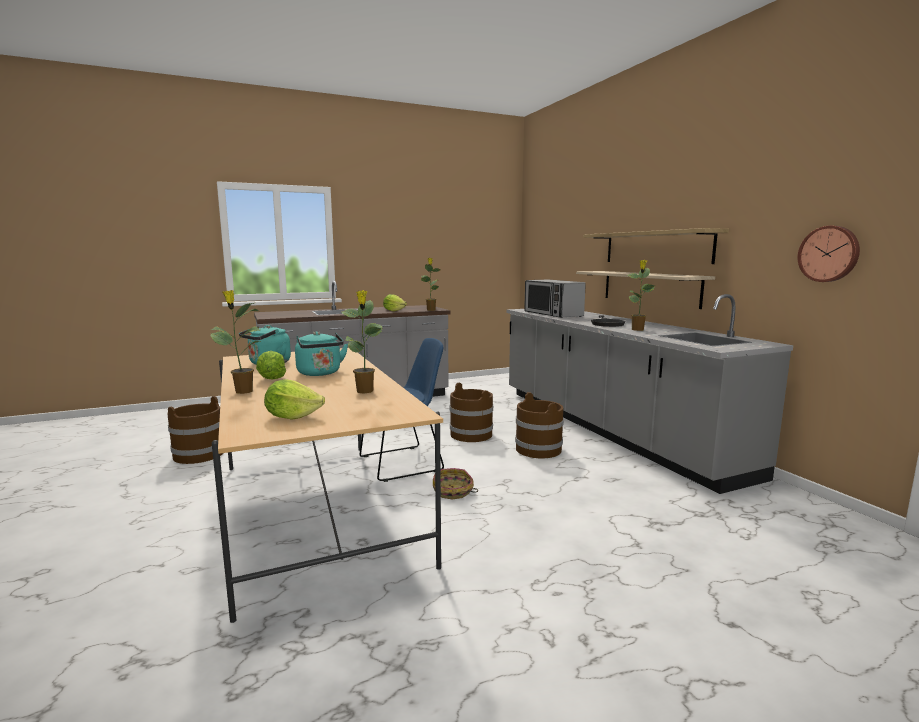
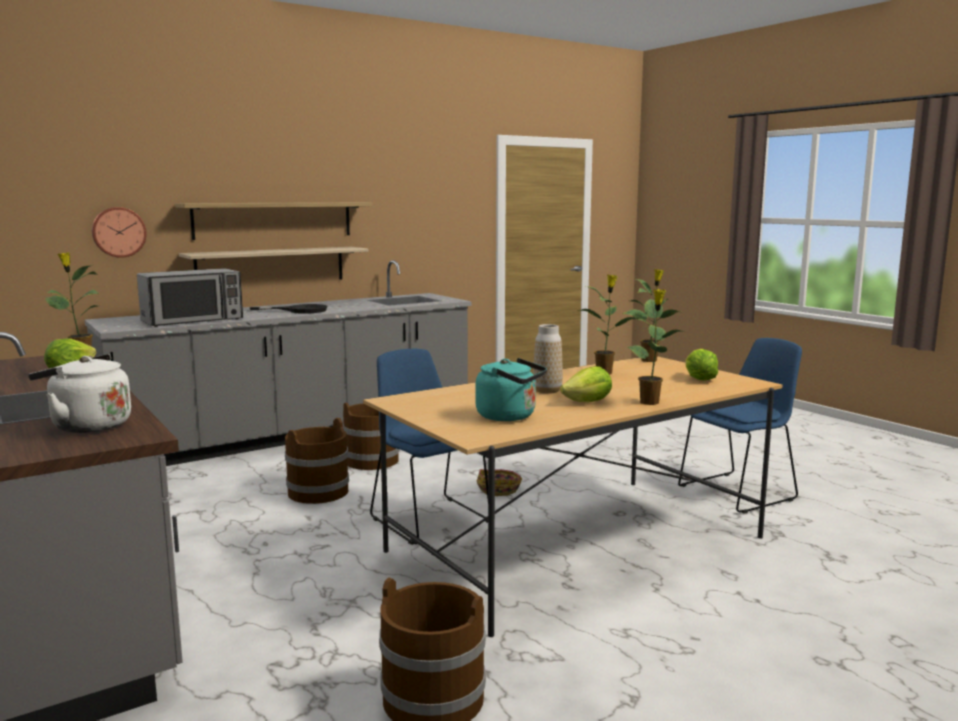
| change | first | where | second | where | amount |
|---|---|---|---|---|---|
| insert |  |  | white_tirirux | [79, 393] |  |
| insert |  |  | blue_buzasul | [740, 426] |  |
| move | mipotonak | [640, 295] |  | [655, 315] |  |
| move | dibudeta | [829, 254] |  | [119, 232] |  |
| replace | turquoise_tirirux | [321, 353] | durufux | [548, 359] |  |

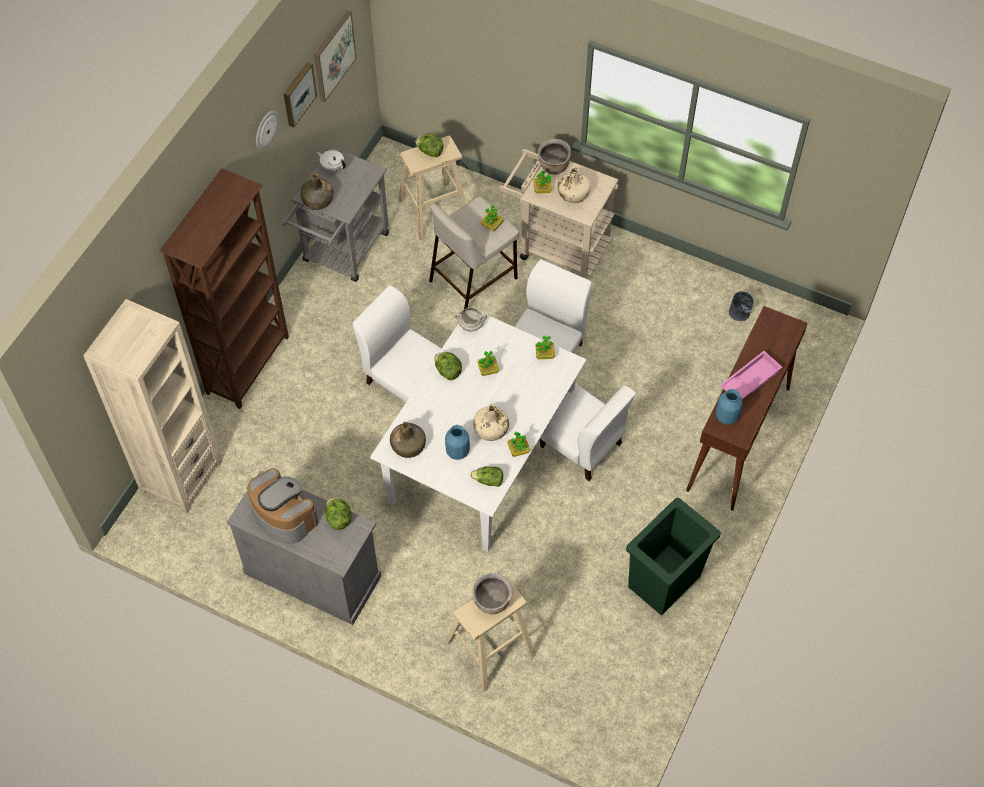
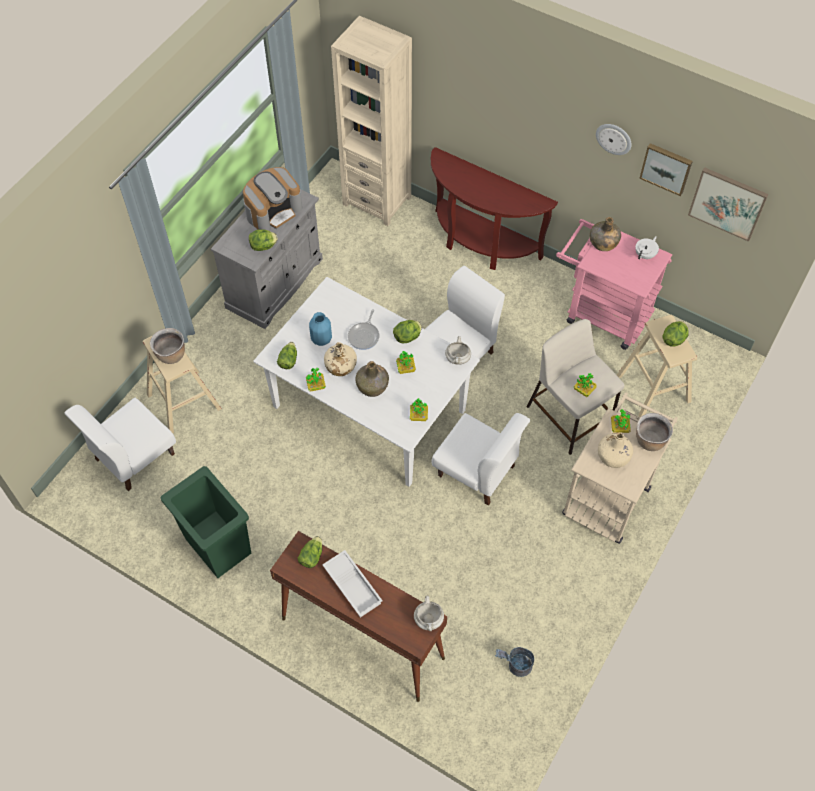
| change | first | where | second | where | amount |
|---|---|---|---|---|---|
| insert |  |  | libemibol | [364, 330] |  |
| insert |  |  | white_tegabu | [429, 613] |  |
| move | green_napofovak | [408, 440] |  | [372, 379] |  |
| move | white_buzasul | [588, 432] |  | [120, 444] |  |
| replace | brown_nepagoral | [224, 288] | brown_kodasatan | [494, 208] |  |
| replace | blue_durufux | [729, 406] | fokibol | [310, 552] |  |
| recolor | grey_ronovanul | [335, 214] | pink_ronovanul | [614, 284] |  |
| recolor | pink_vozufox | [751, 375] | white_vozufox | [352, 584] |  |

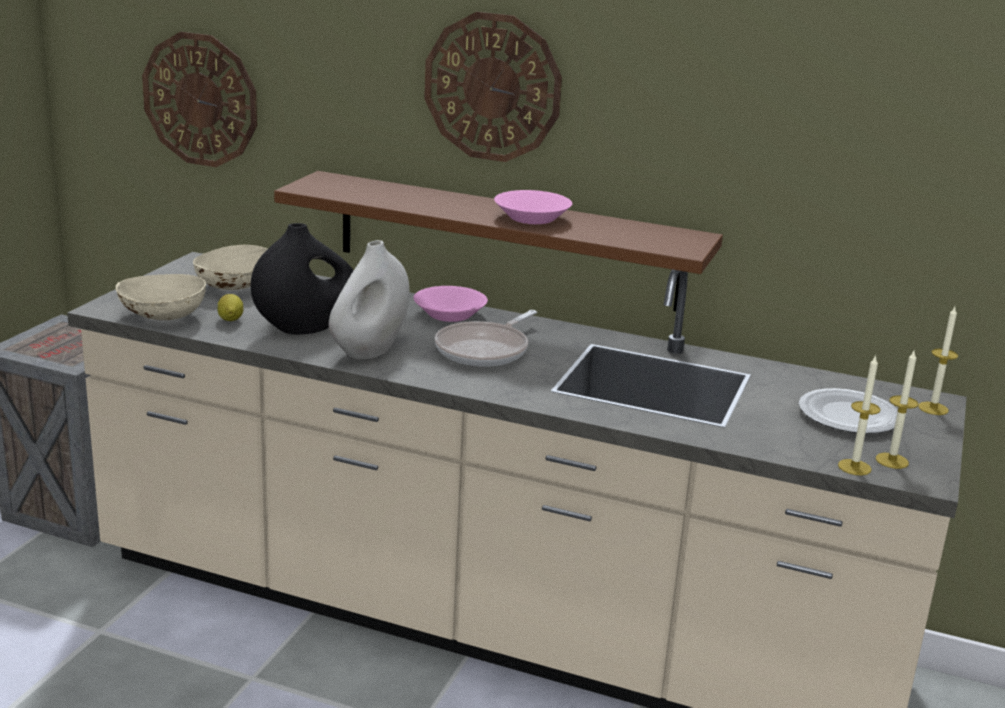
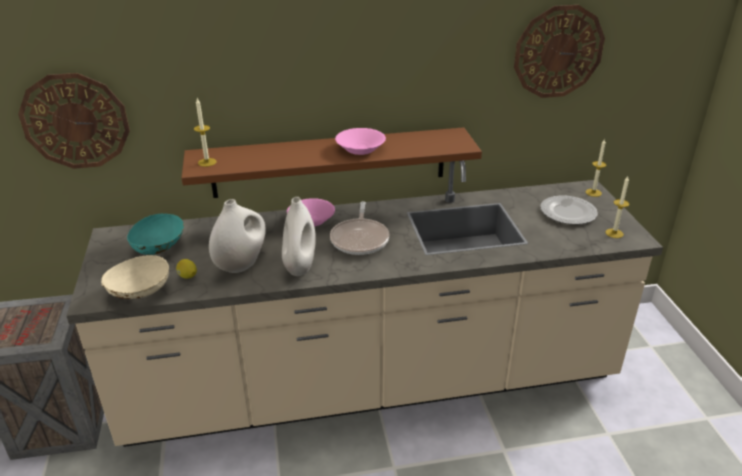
| change | first | where | second | where | amount |
|---|---|---|---|---|---|
| move | dibudeta | [493, 87] |  | [559, 51] |  |
| move | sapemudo | [859, 415] |  | [205, 132] |  |
| recolor | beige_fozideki | [230, 267] | turquoise_fozideki | [155, 234] |  |
| recolor | black_durufux | [302, 278] | white_durufux | [237, 236] |  |

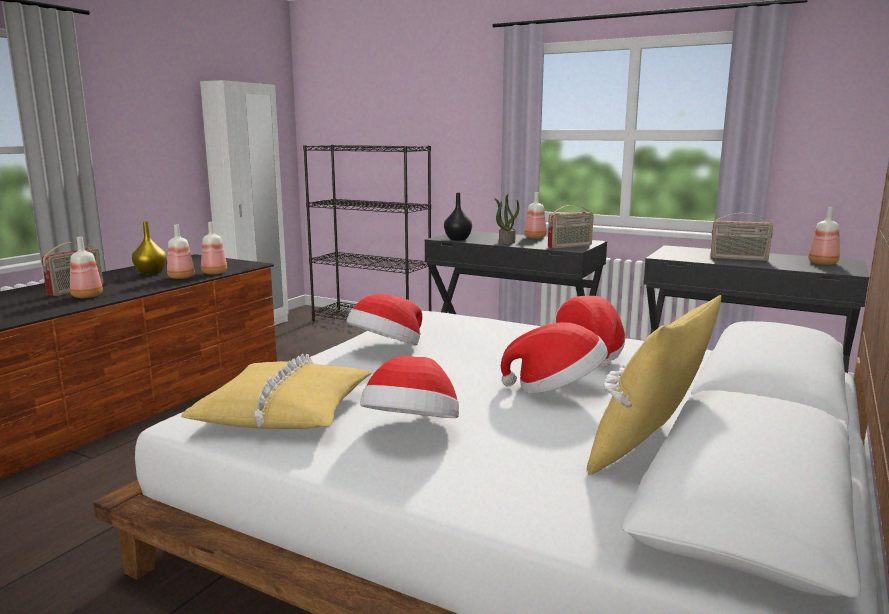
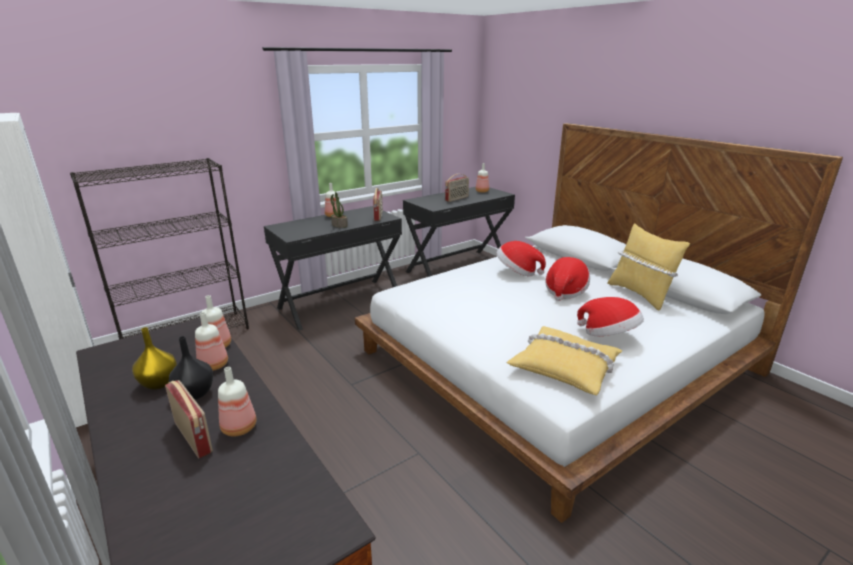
| change | first | where | second | where | amount |
|---|---|---|---|---|---|
| delete | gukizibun | [384, 319] |  |  |  |
| move | black_durufux | [458, 217] |  | [191, 368] |  |

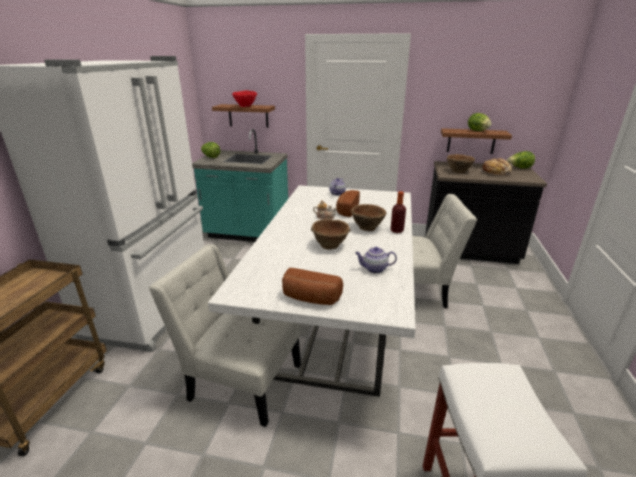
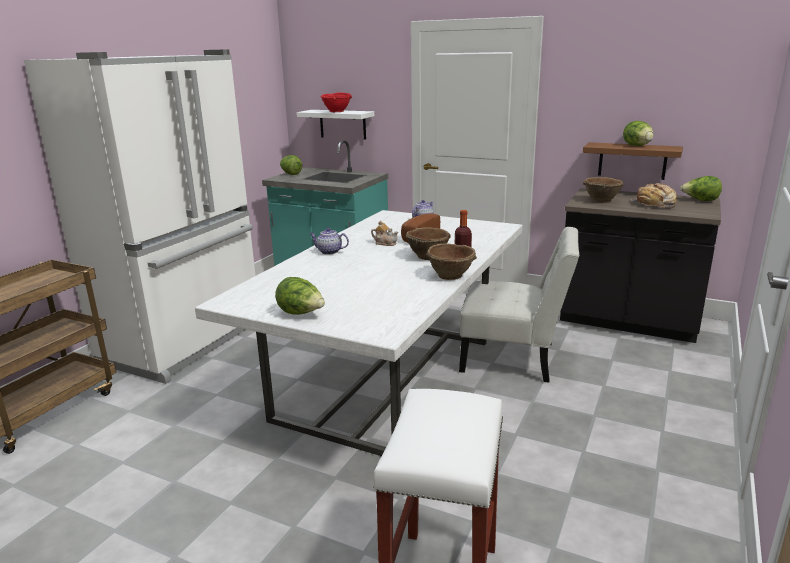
| change | first | where | second | where | amount |
|---|---|---|---|---|---|
| delete | white_buzasul | [225, 335] |  |  |  |
| move | brown_fozideki | [331, 234] |  | [451, 261] |  |
| move | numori | [376, 260] |  | [329, 241] |  |
| replace | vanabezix | [312, 286] | fokibol | [300, 296] |  |
| recolor | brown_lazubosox | [243, 116] | white_lazubosox | [335, 125] |  |

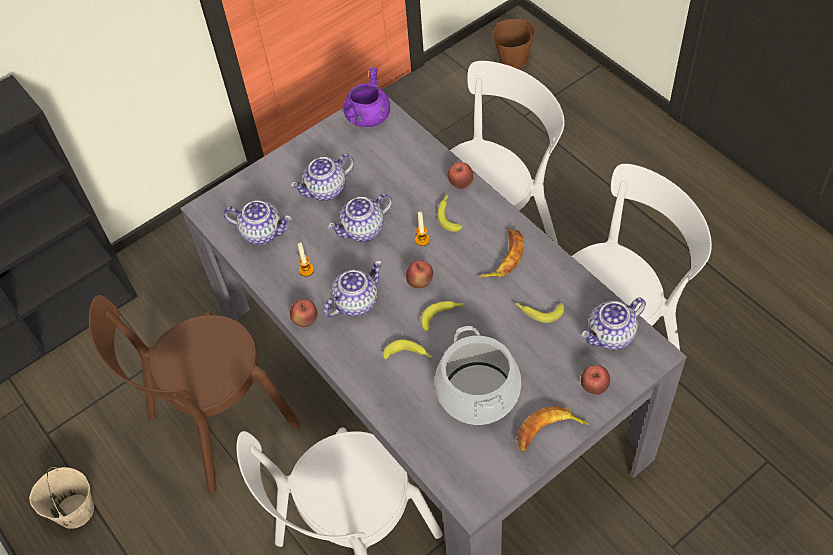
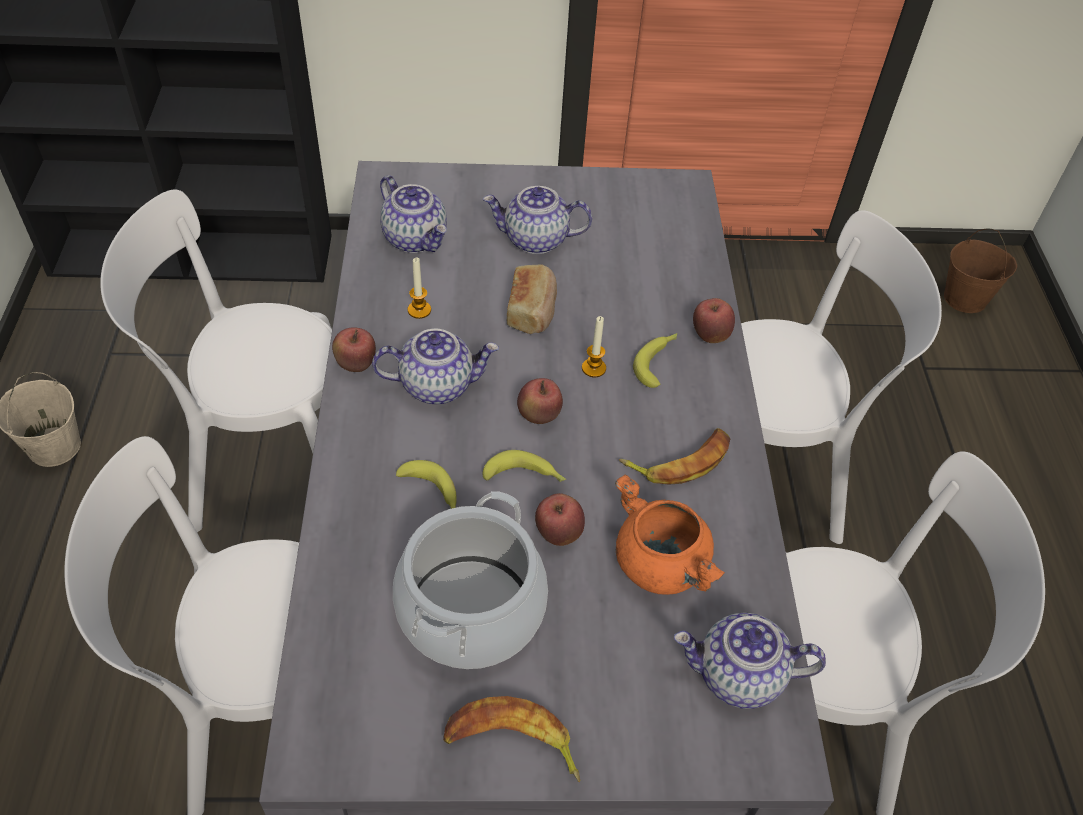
| change | first | where | second | where | amount |
|---|---|---|---|---|---|
| delete | purple_tegabu | [367, 97] |  |  |  |
| move | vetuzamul | [595, 380] |  | [560, 519] |  |
| replace | numori | [360, 217] | vanabezix | [532, 299] |  |
| replace | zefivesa | [540, 312] | orange_tegabu | [670, 534] |  |
| recolor | brown_buzasul | [194, 395] | white_buzasul | [216, 360] |  |

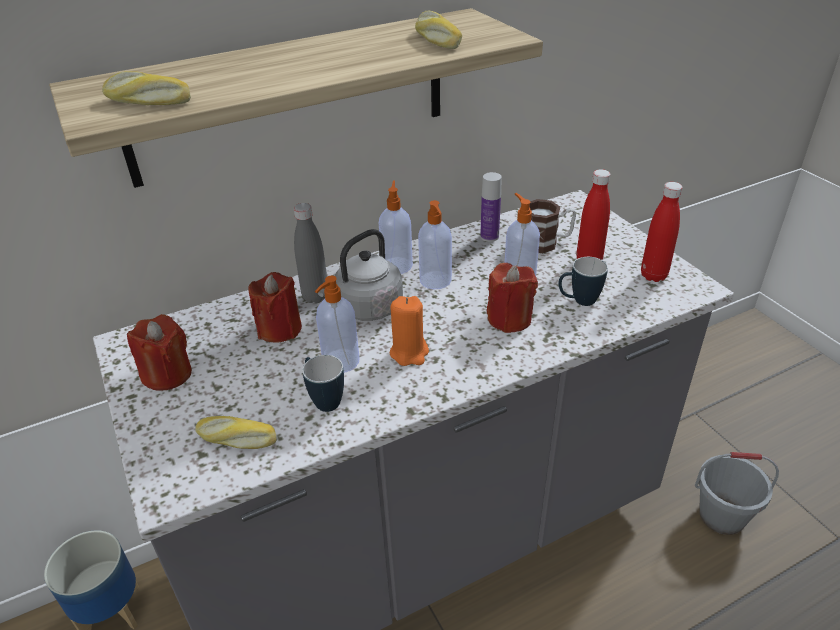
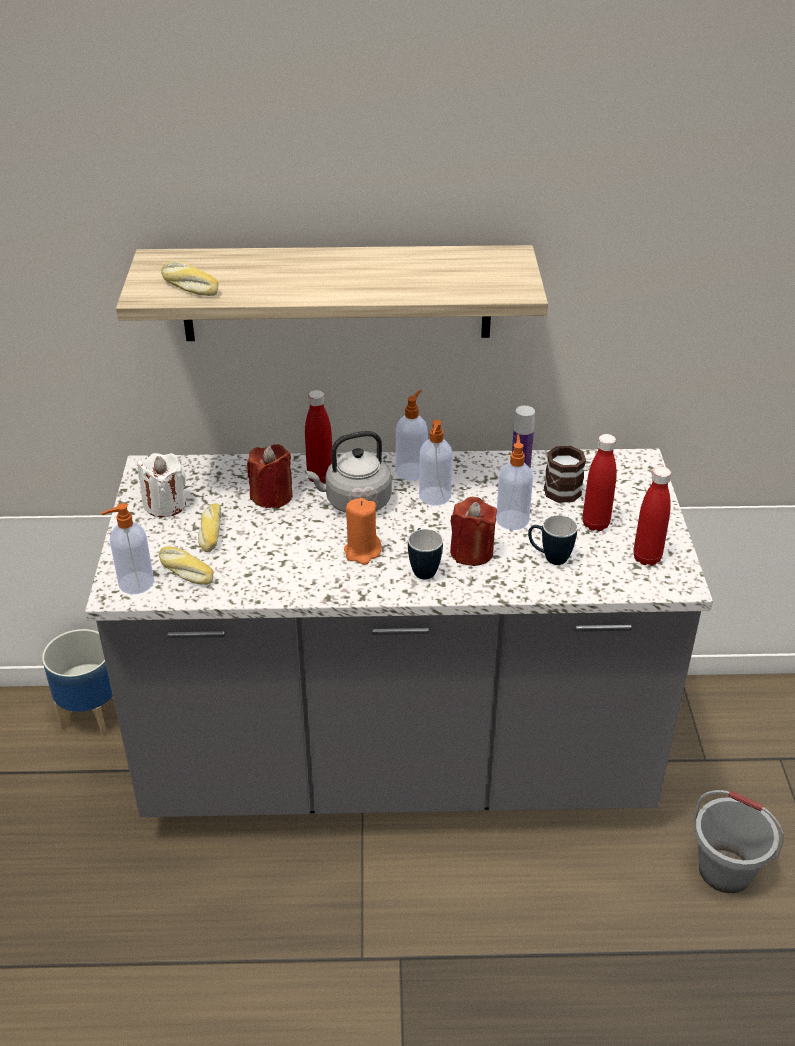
| change | first | where | second | where | amount |
|---|---|---|---|---|---|
| move | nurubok | [323, 383] |  | [425, 554] |  |
| move | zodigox | [337, 324] |  | [127, 548] |  |
| move | vanabezix | [438, 30] |  | [209, 527] |  |
| recolor | red_sapemudo | [159, 352] | white_sapemudo | [162, 485] |  |
| recolor | grey_napofovak | [310, 253] | red_napofovak | [318, 437] |  |

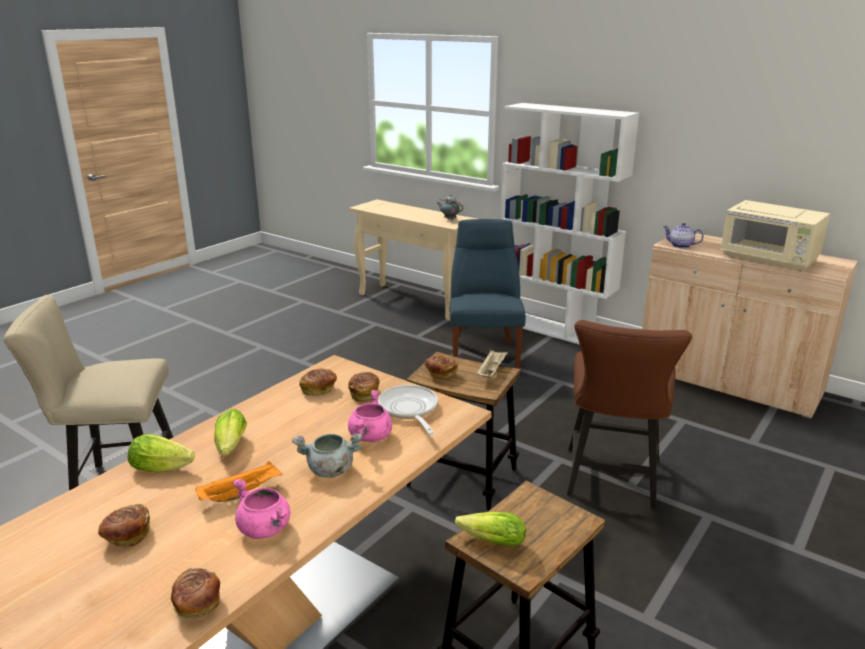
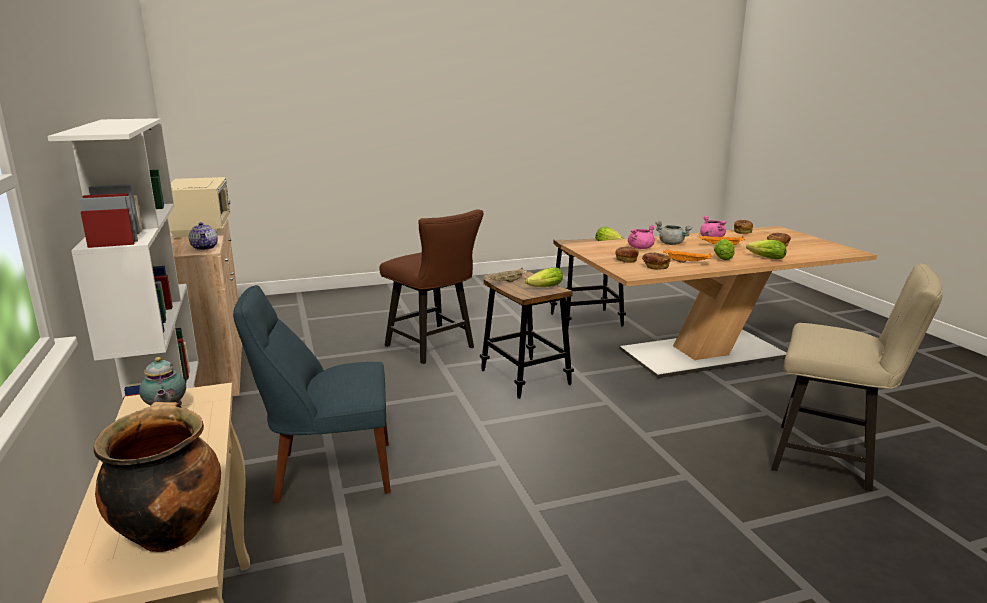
| change | first | where | second | where | amount |
|---|---|---|---|---|---|
| delete | libemibol | [408, 409] |  |  |  |
| insert |  |  | tegabu | [157, 477] |  |
| insert |  |  | orange_vozufox | [687, 256] |  |
| replace | vanabezix | [441, 367] | fokibol | [544, 277] |  |
| rotate | blue_buzasul | [488, 294] |  | [312, 394] | 45 degrees clockwise |
| rotate | brown_buzasul | [629, 414] |  | [431, 286] | 90 degrees clockwise |

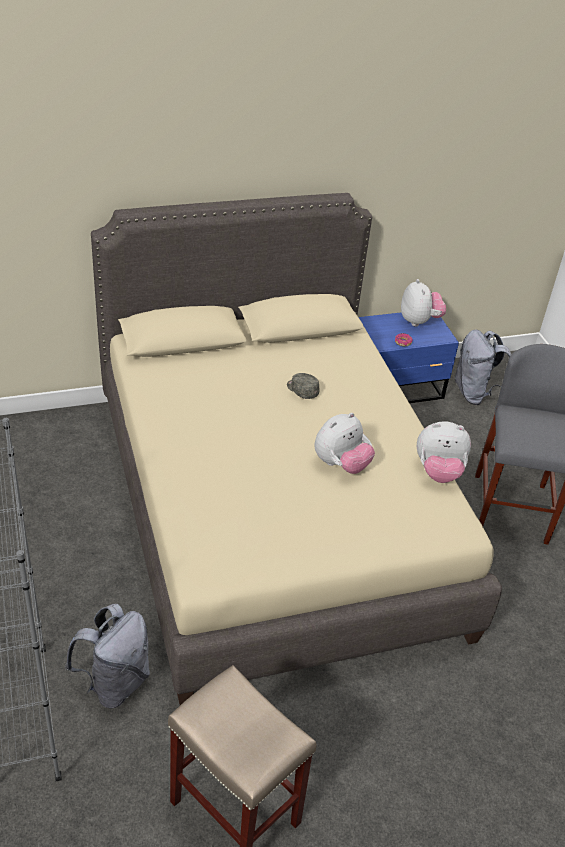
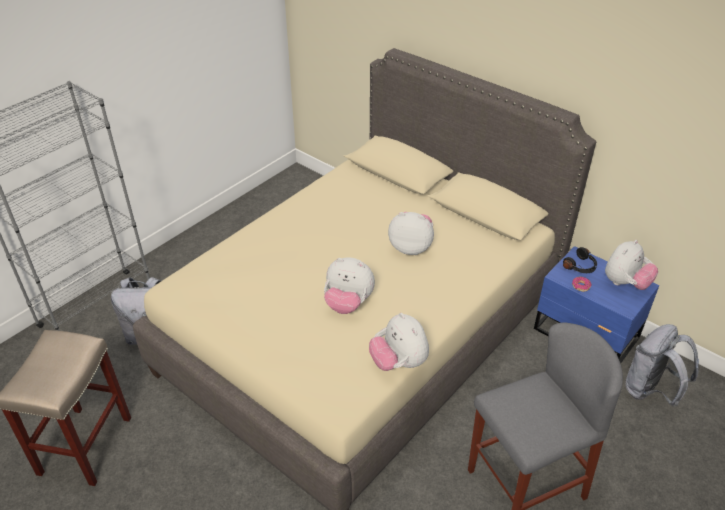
| change | first | where | second | where | amount |
|---|---|---|---|---|---|
| insert |  |  | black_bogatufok | [580, 260] |  |
| replace | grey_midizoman | [303, 386] | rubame | [411, 233] |  |

